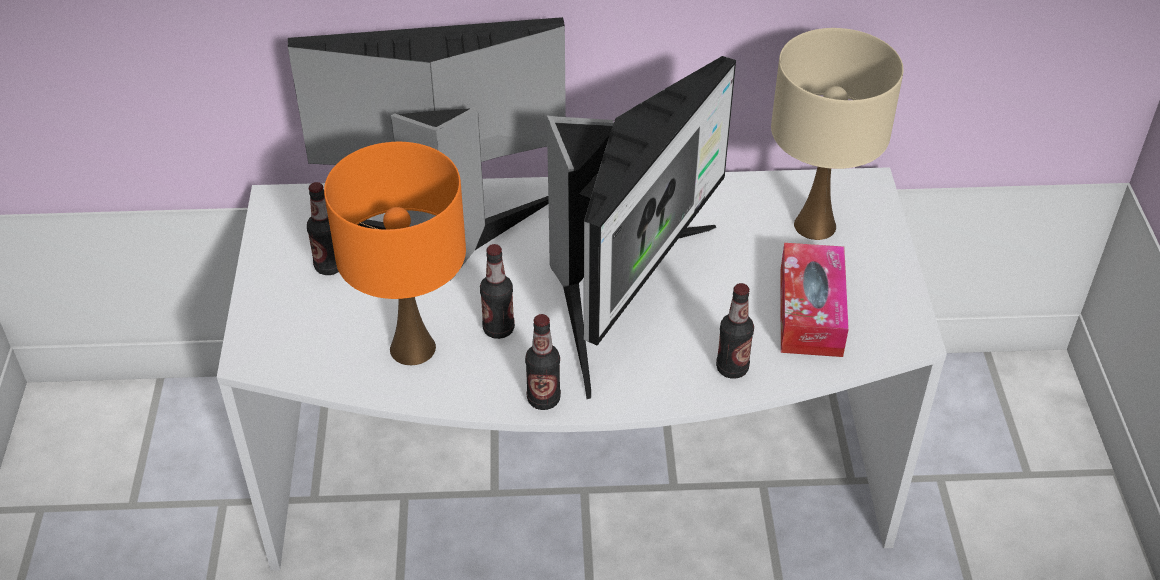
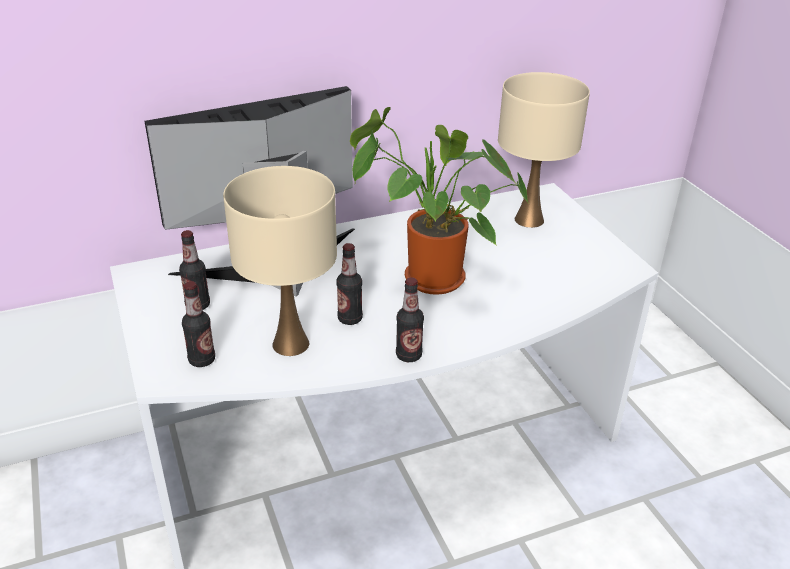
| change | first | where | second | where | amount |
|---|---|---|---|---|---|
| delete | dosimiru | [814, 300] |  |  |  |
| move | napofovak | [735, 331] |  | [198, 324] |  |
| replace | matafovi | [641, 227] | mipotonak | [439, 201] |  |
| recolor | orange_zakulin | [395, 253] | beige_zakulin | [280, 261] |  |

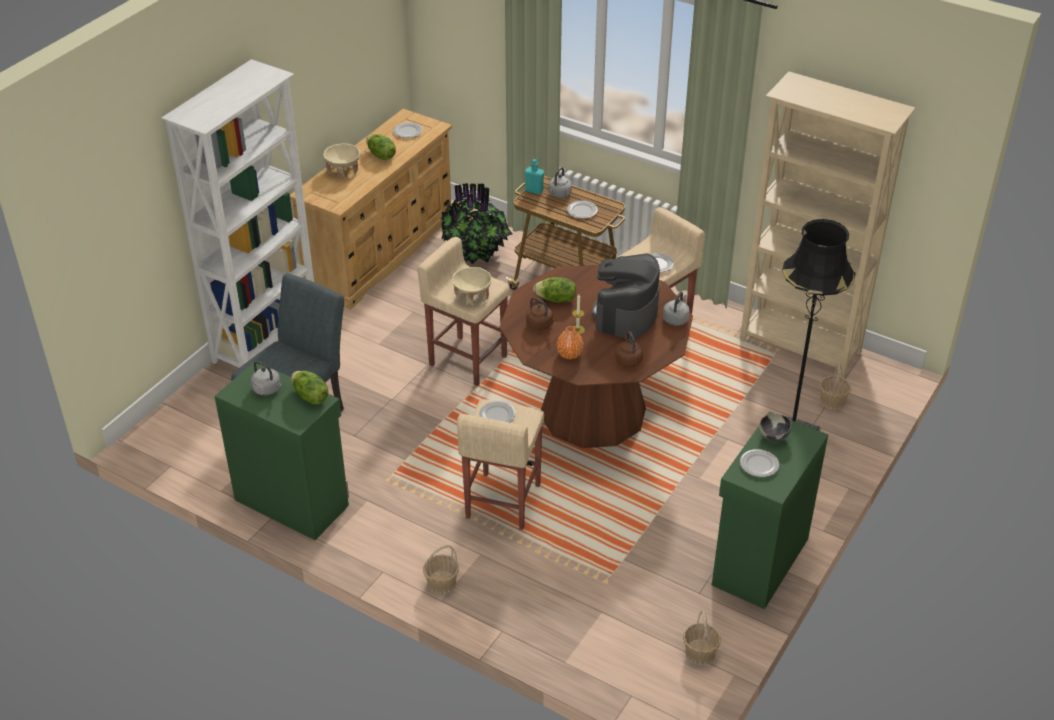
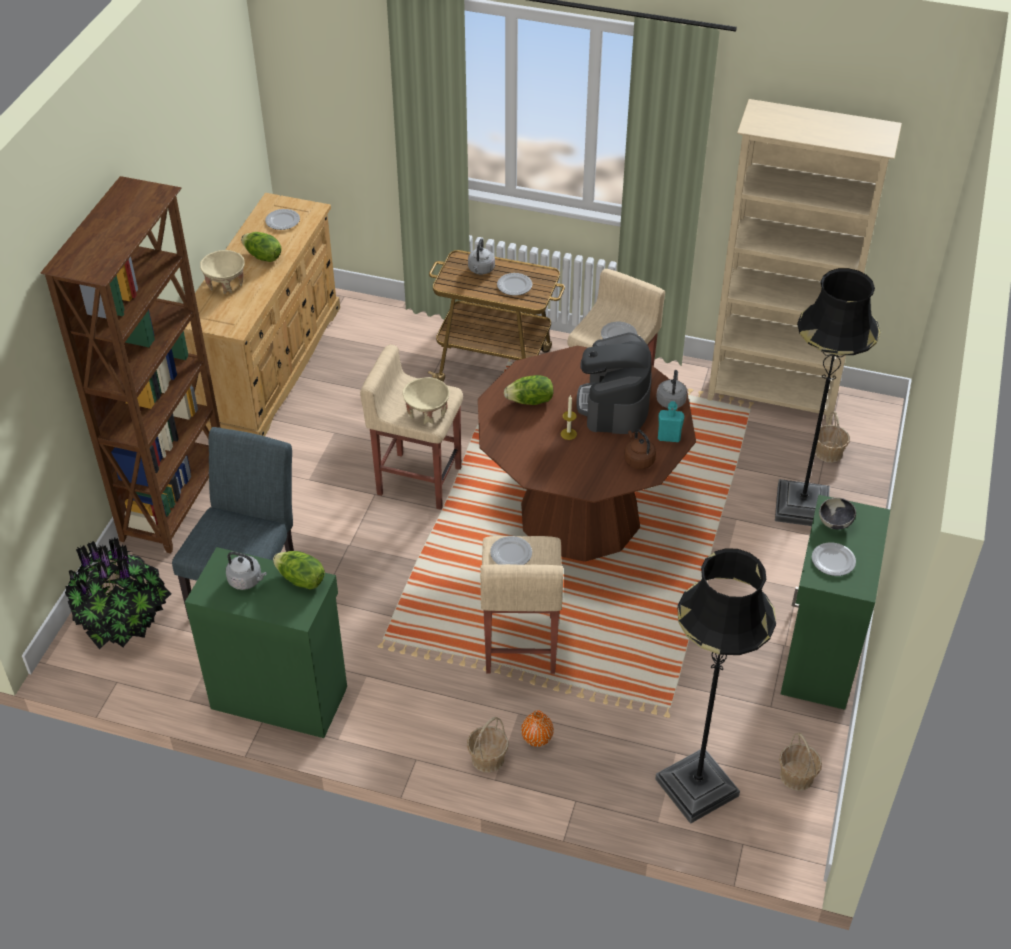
| change | first | where | second | where | amount |
|---|---|---|---|---|---|
| delete | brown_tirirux | [541, 314] |  |  |  |
| insert |  |  | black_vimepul | [715, 686] |  |
| move | mipotonak | [476, 223] |  | [118, 593] |  |
| move | turquoise_napofovak | [534, 176] |  | [671, 421] |  |
| move | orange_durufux | [570, 342] |  | [537, 728] |  |
| recolor | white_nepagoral | [237, 213] | brown_nepagoral | [131, 364] |  |

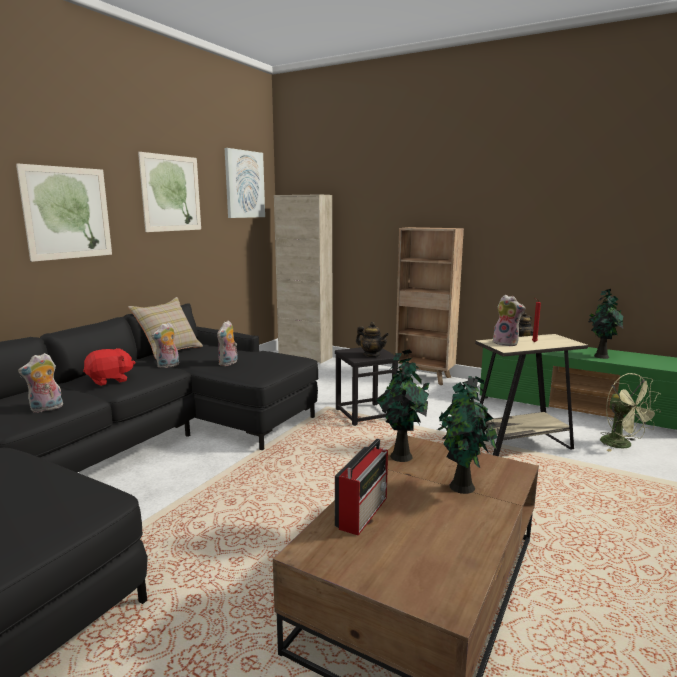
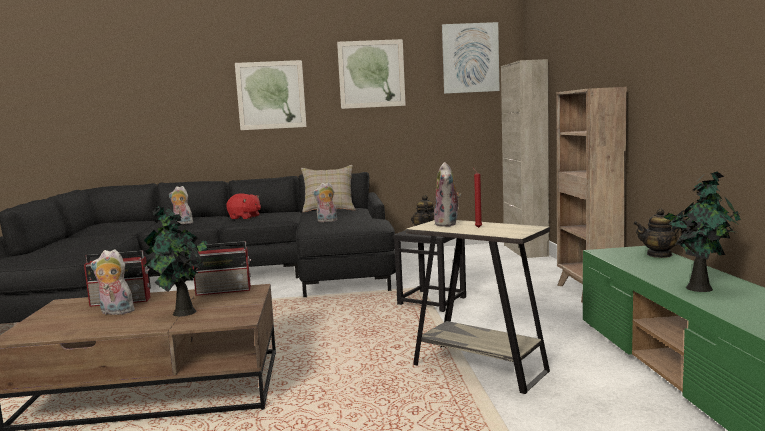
| change | first | where | second | where | amount |
|---|---|---|---|---|---|
| delete | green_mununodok | [630, 412] |  |  |  |
| move | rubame | [165, 345] |  | [113, 282] |  |
| replace | mipotonak | [402, 405] | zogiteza | [222, 268] |  |

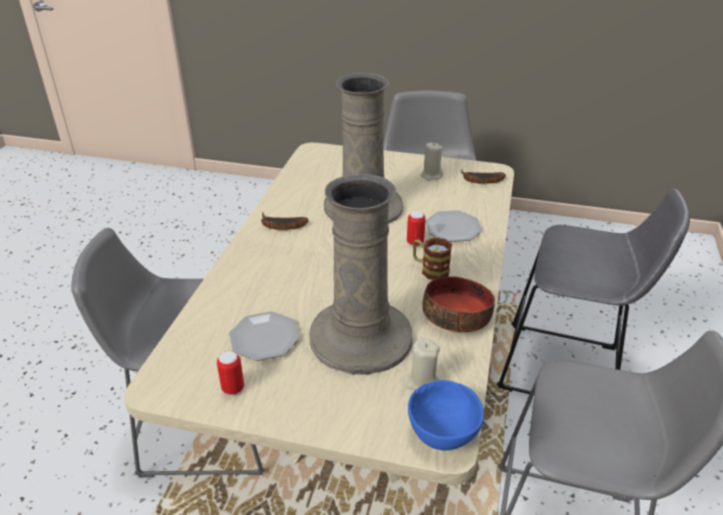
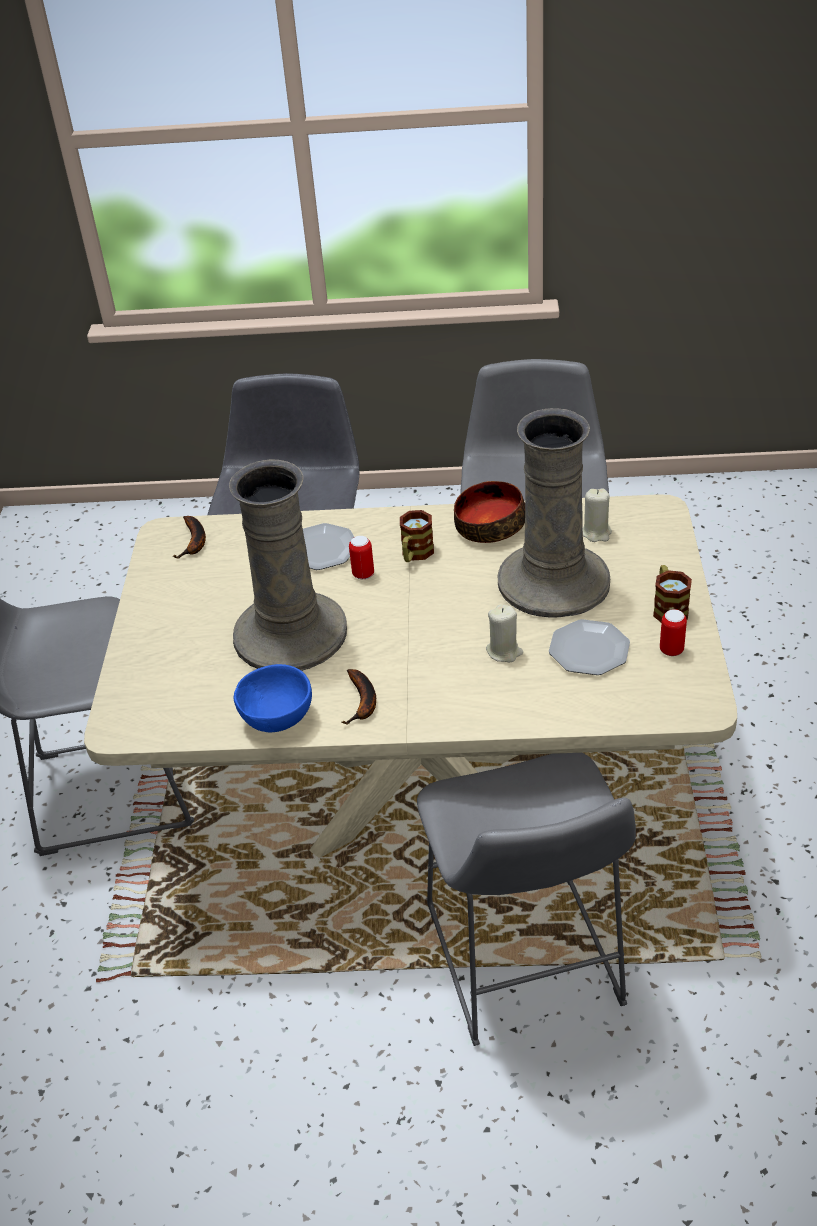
| change | first | where | second | where | amount |
|---|---|---|---|---|---|
| insert |  |  | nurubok | [672, 594] |  |
| move | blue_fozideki | [446, 415] |  | [272, 698] |  |
| move | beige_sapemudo | [432, 162] |  | [504, 633] |  |

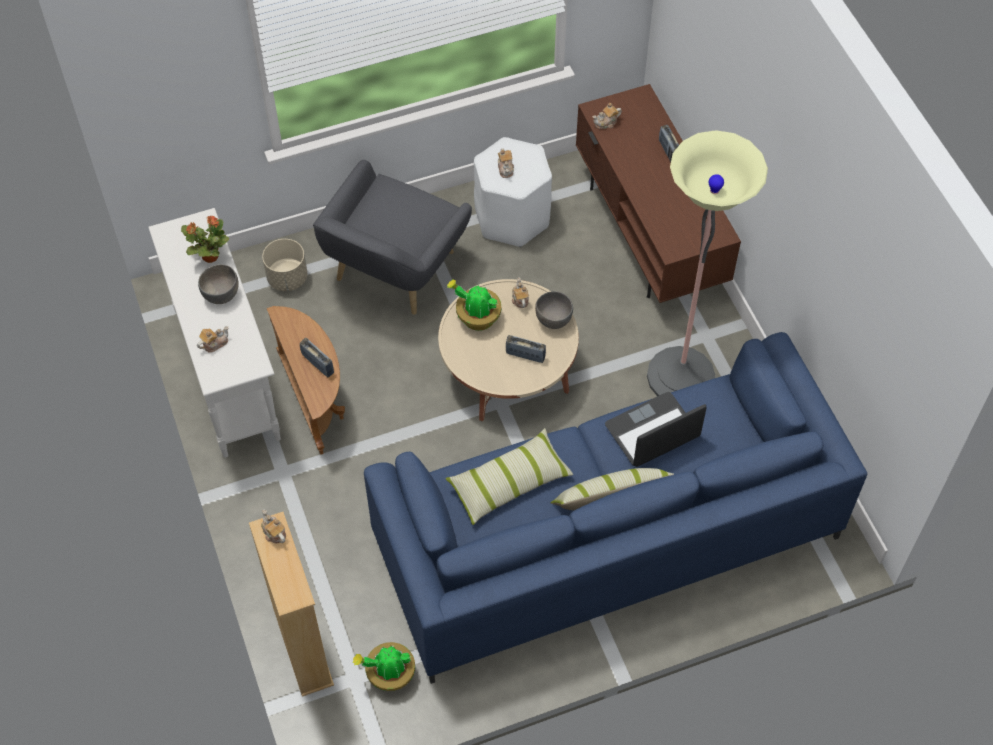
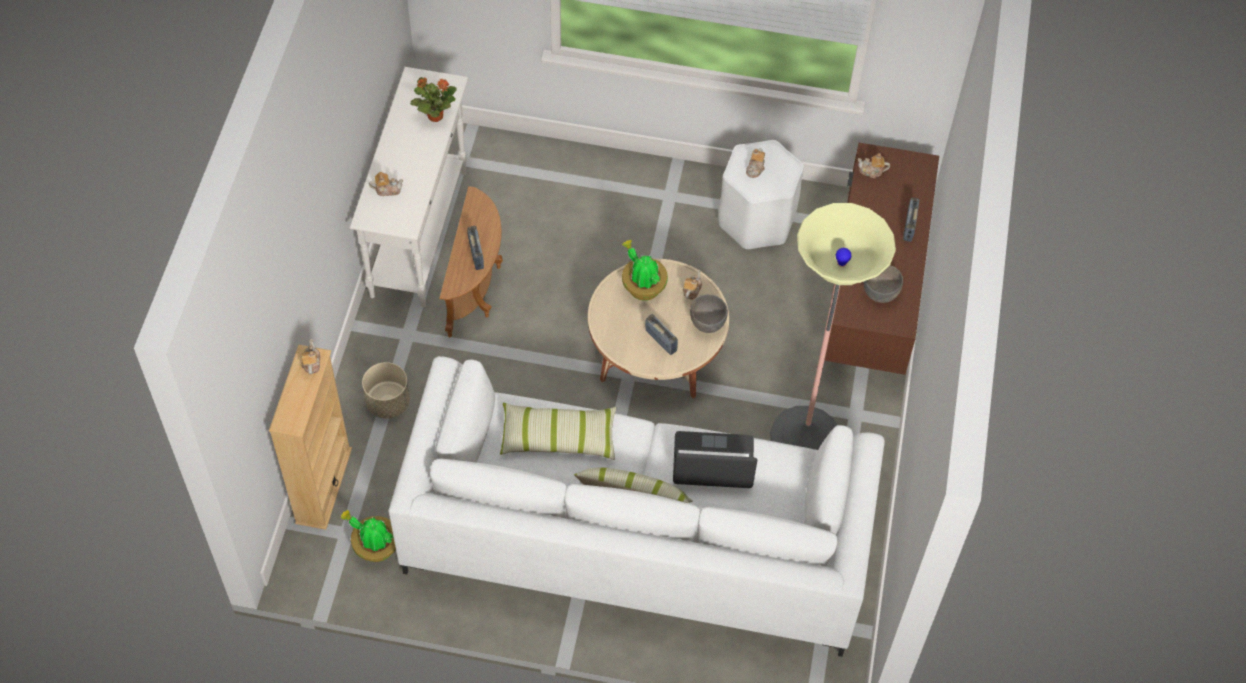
| change | first | where | second | where | amount |
|---|---|---|---|---|---|
| delete | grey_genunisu | [392, 237] |  |  |  |
| move | grey_fozideki | [218, 284] |  | [883, 284] |  |
| move | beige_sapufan | [284, 265] |  | [386, 390] |  |
| recolor | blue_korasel | [615, 508] | white_korasel | [636, 506] |  |

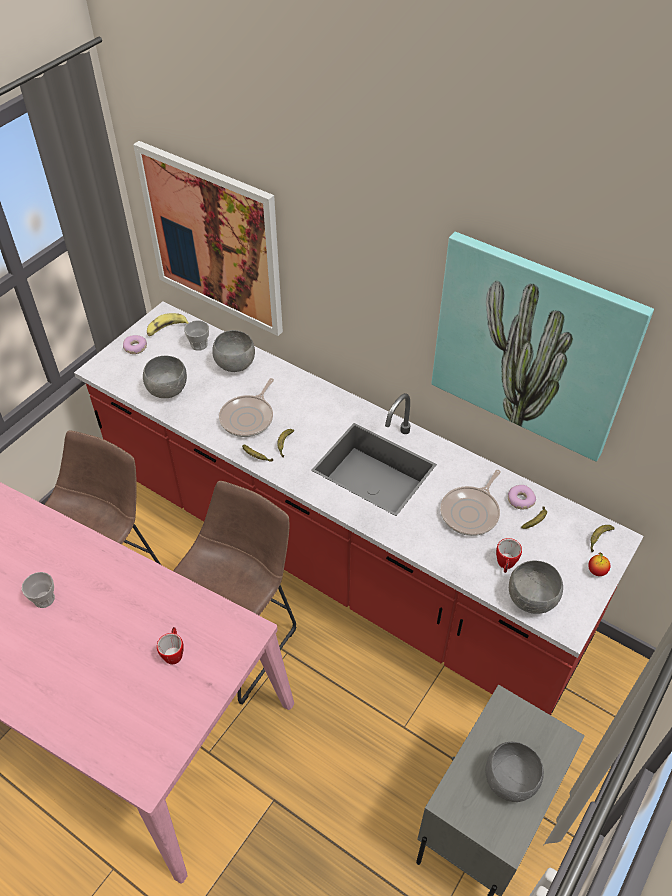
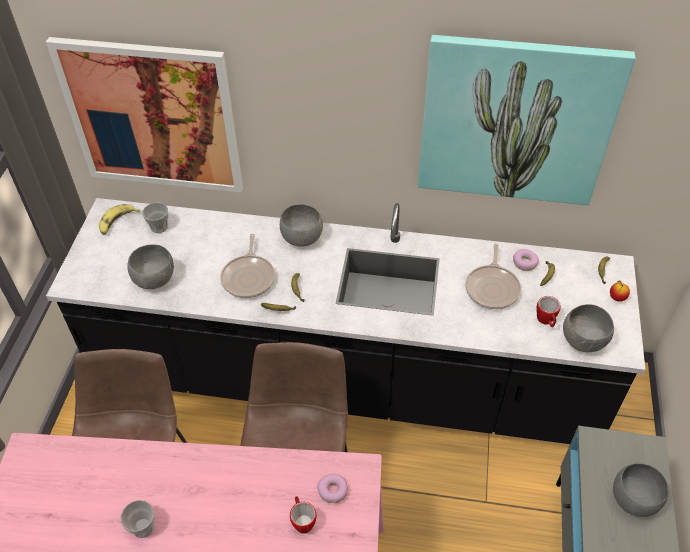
| change | first | where | second | where | amount |
|---|---|---|---|---|---|
| move | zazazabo | [135, 344] |  | [332, 488] |  |
| move | grey_fozideki | [233, 351] |  | [301, 225] |  |
| recolor | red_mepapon | [359, 508] | black_mepapon | [345, 321] |  |

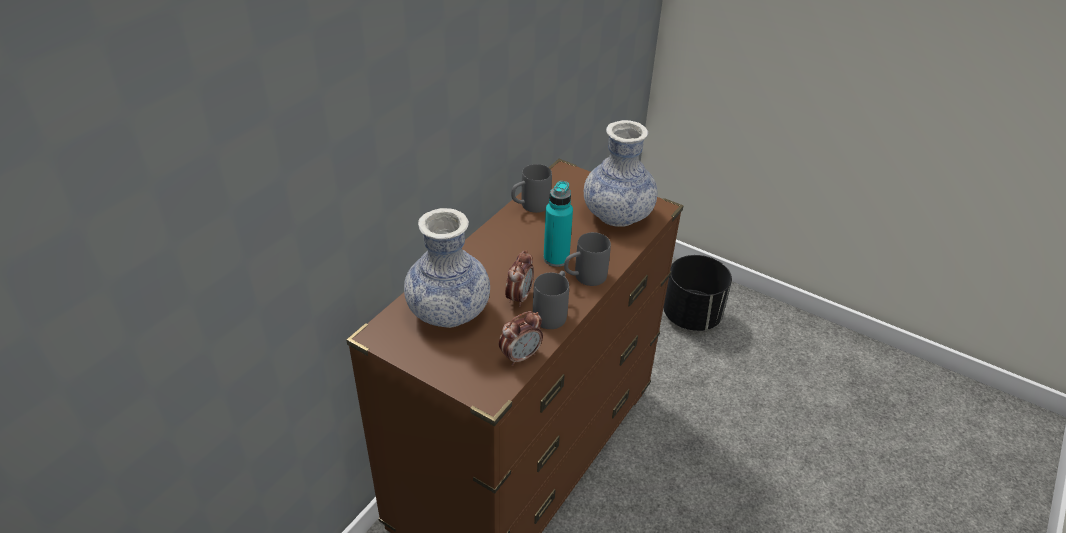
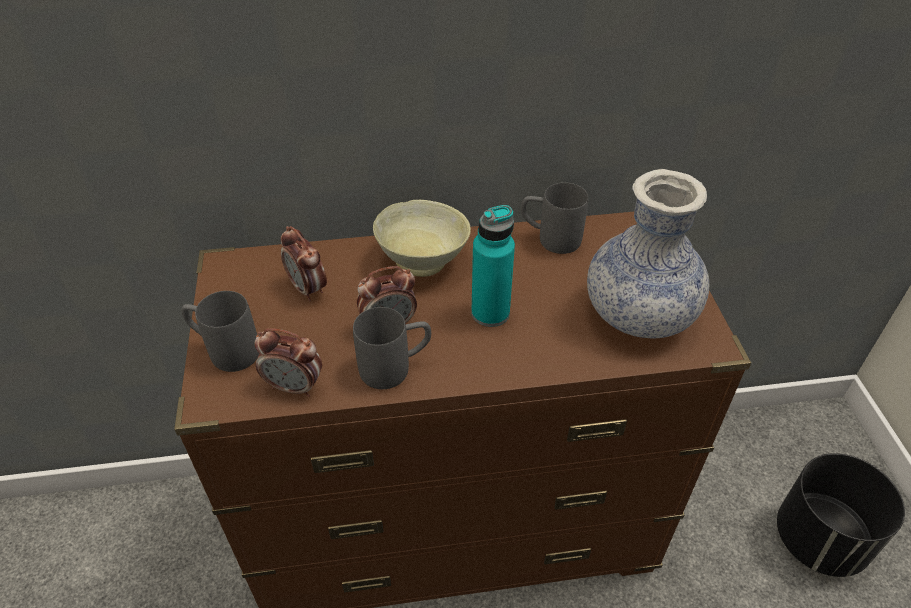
| change | first | where | second | where | amount |
|---|---|---|---|---|---|
| insert |  |  | beige_fozideki | [422, 238] |  |
| move | grey_nurubok | [587, 259] |  | [220, 331] |  |
| replace | durufux | [447, 268] | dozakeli | [304, 263] |  |

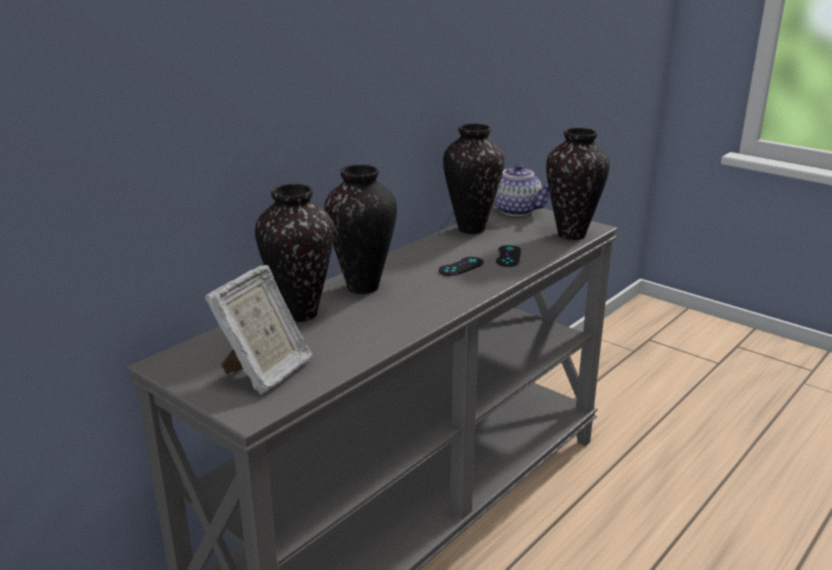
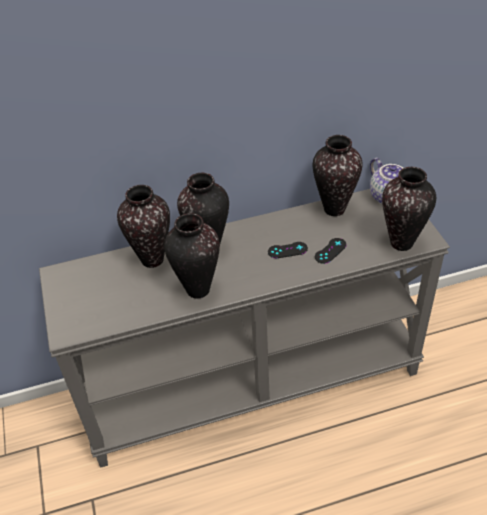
| change | first | where | second | where | amount |
|---|---|---|---|---|---|
| delete | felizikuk | [259, 329] |  |  |  |
| insert |  |  | durufux | [192, 255] |  |

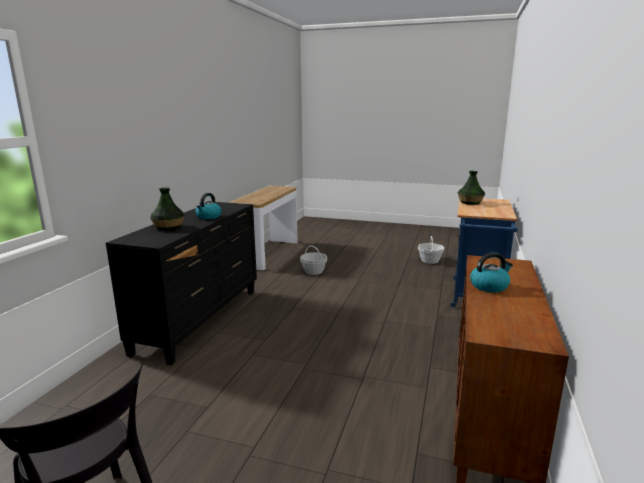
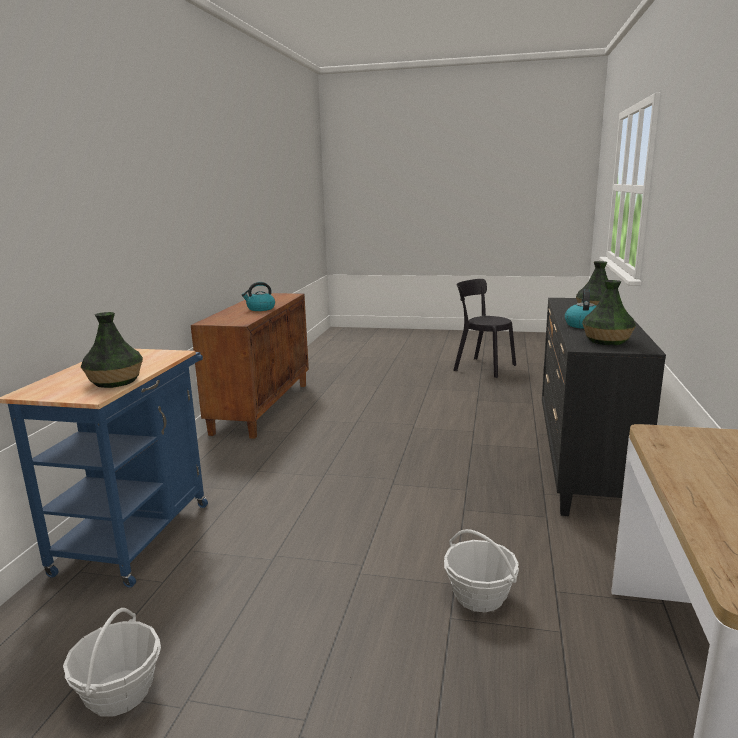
| change | first | where | second | where | amount |
|---|---|---|---|---|---|
| insert |  |  | durufux | [609, 312] |  |

